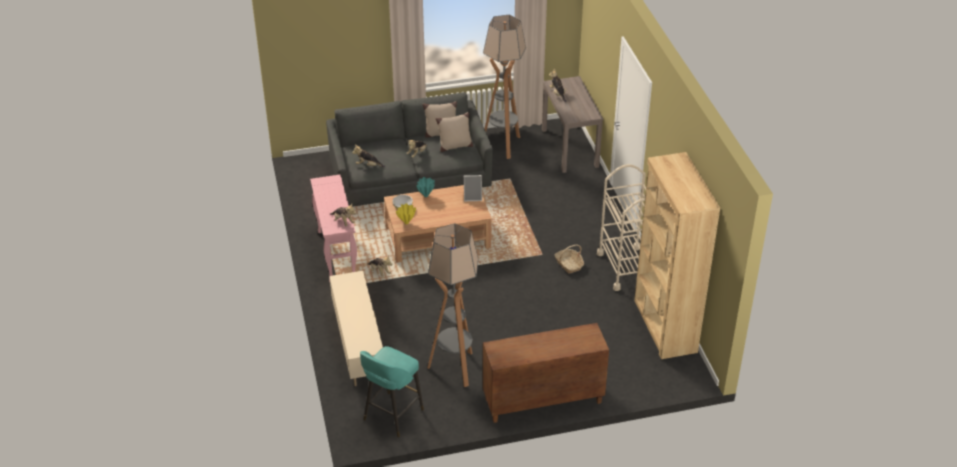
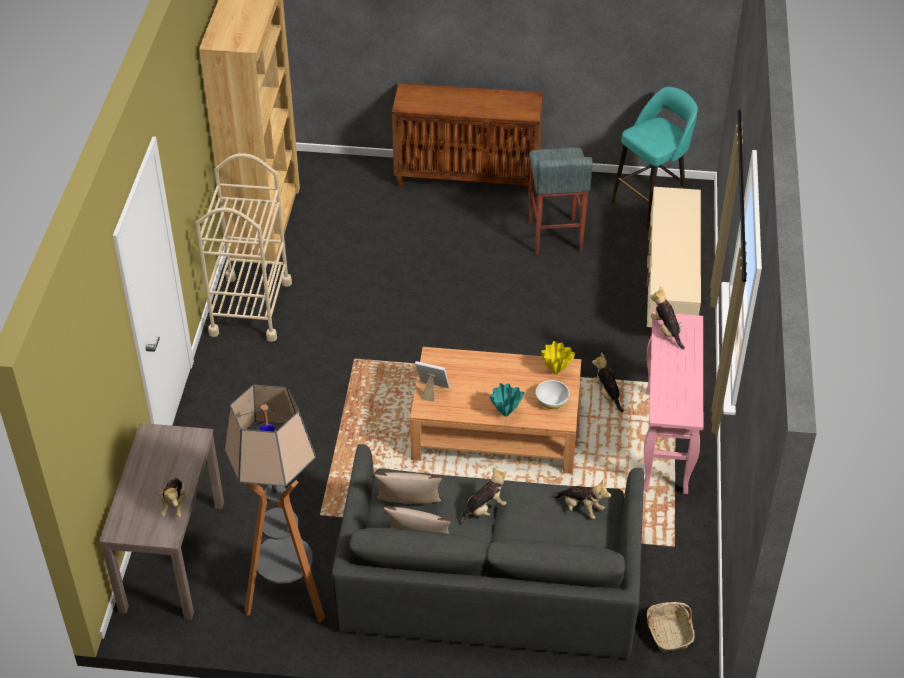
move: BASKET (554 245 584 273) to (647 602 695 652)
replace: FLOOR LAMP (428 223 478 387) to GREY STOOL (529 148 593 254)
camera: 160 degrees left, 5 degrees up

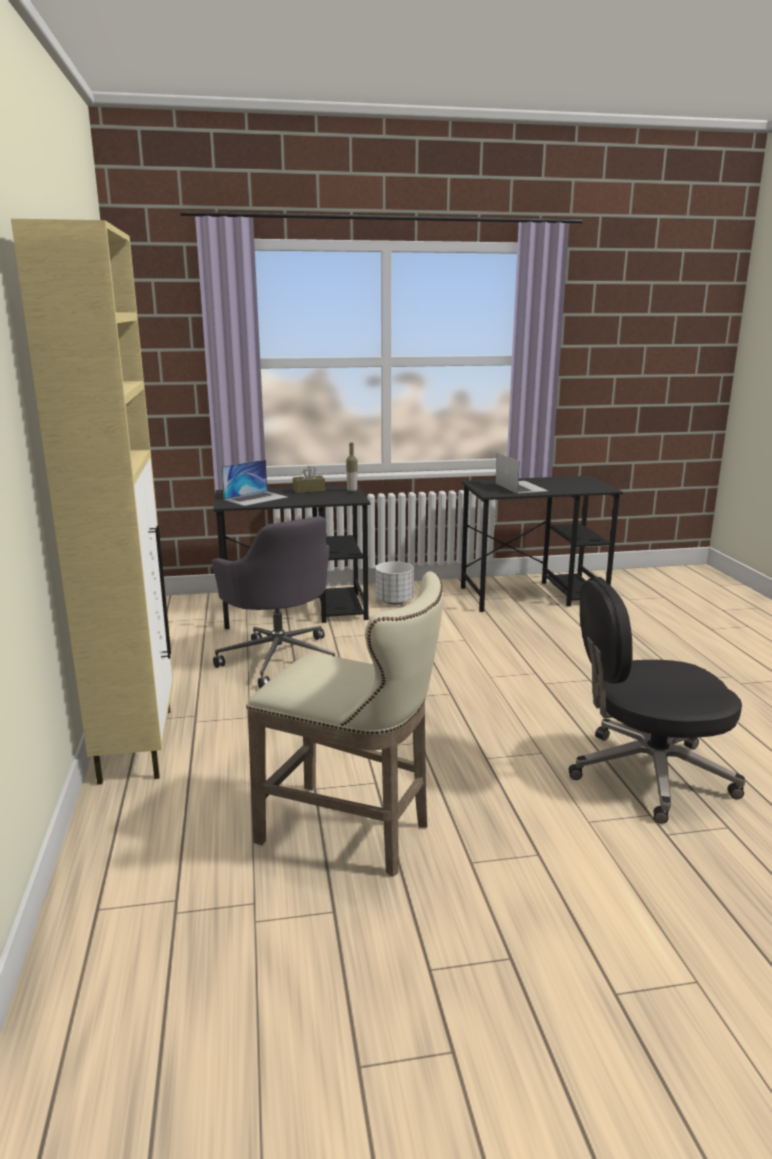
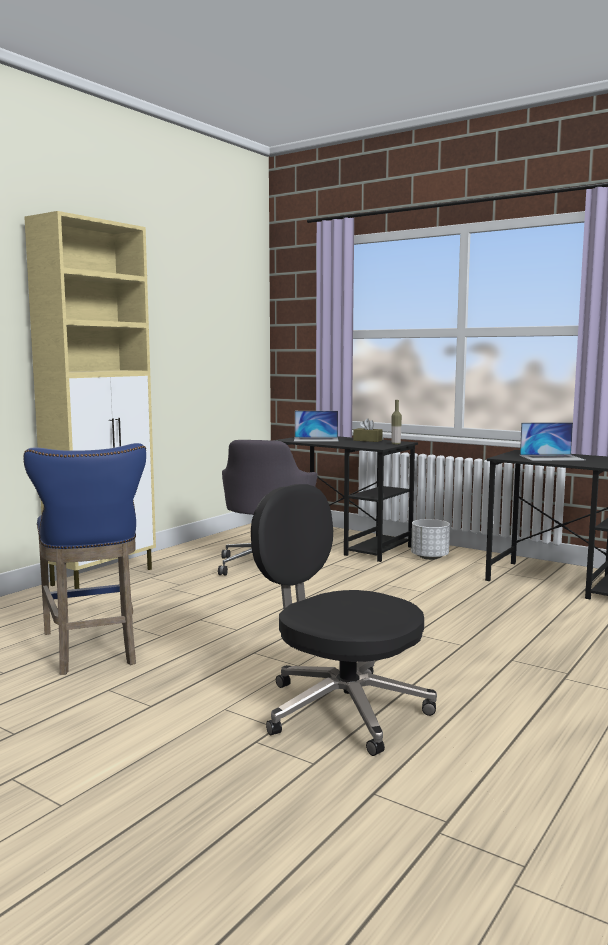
recolor: BEIGE STOOL (246 571 443 877) to BLUE STOOL (23 443 146 675)
rotate: LAPTOP (495 453 548 494) = (520 422 585 461) 60 degrees clockwise
camera: 45 degrees right, 10 degrees down

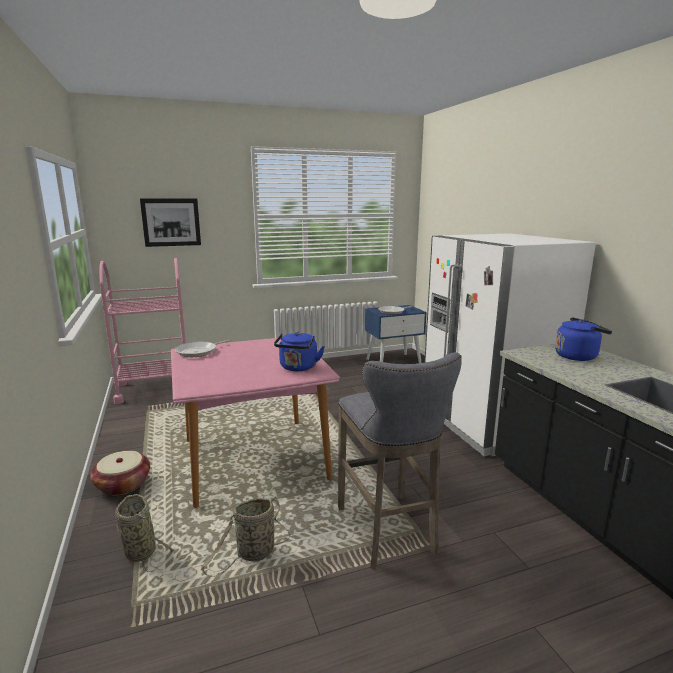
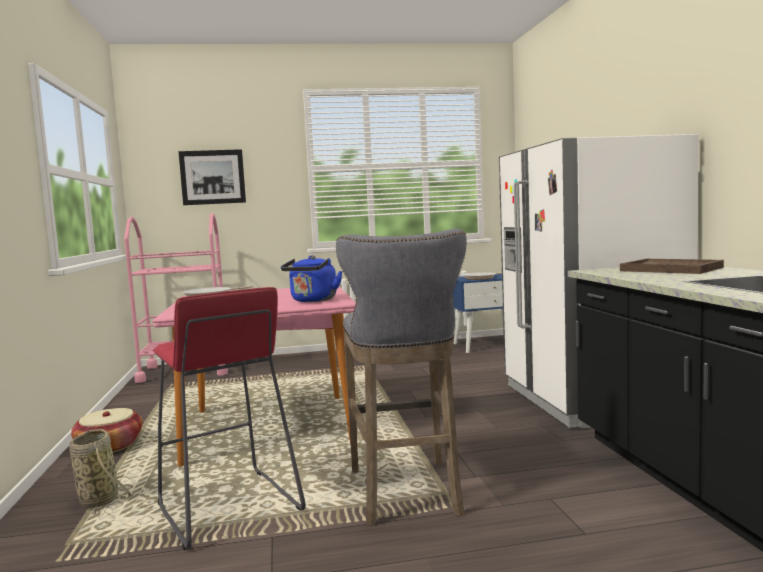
replace: BASKET (201 497 290 577) to RED STOOL (153 287 306 550); BLUE KETTLE (555 317 612 361) to BROWN TRAY (620 259 724 274)
camera: 10 degrees right, 10 degrees down

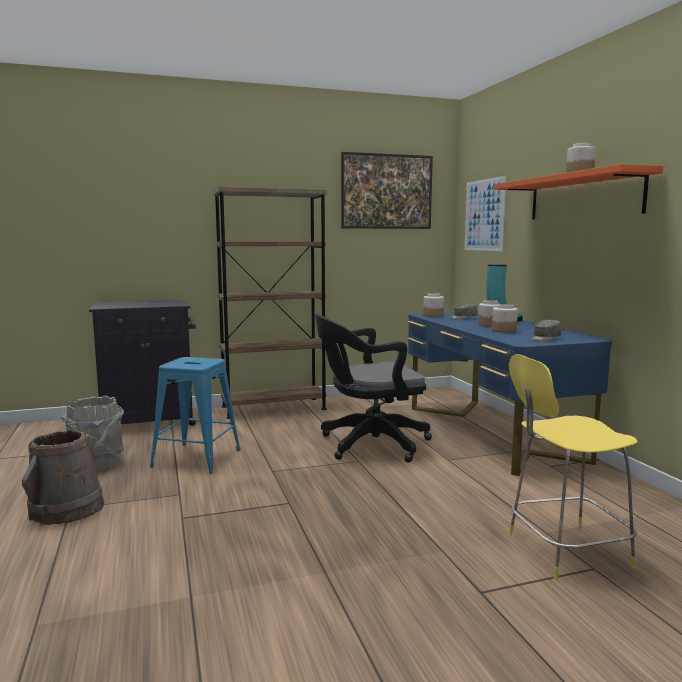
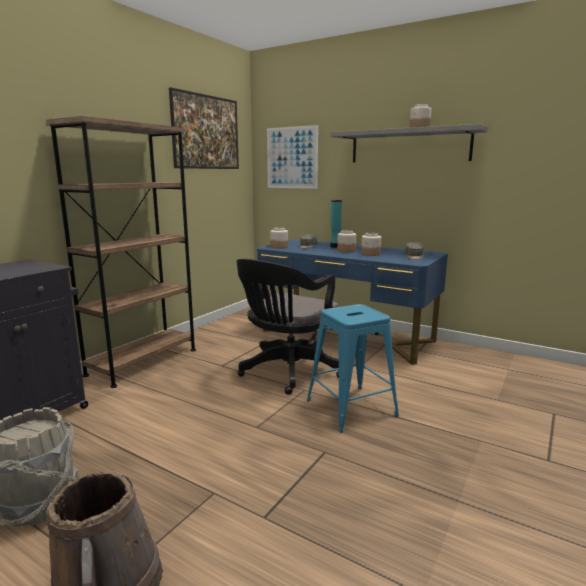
delete: YELLOW STOOL (509 354 638 580)
move: BLUE STOOL (150 357 240 474) to (307 304 399 433)
recolor: ORANGE SHELF (494 164 663 219) to GREY SHELF (331 124 488 163)
camera: 40 degrees left, 5 degrees up

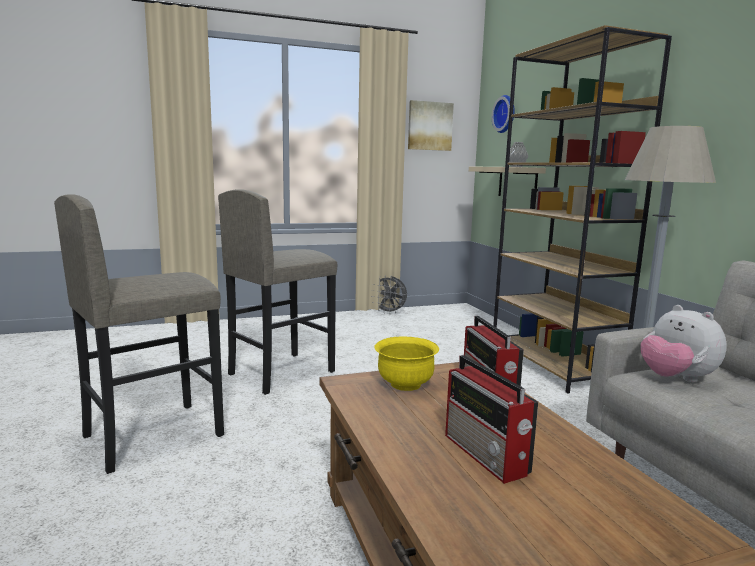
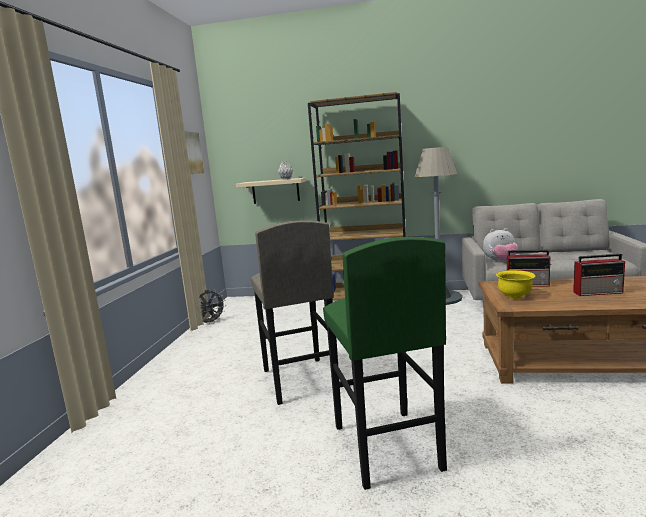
delete: WALL CLOCK (491 95 515 133)
recolor: GREY STOOL (54 194 224 474) to GREEN STOOL (323 237 447 490)
camera: 60 degrees left, 0 degrees up

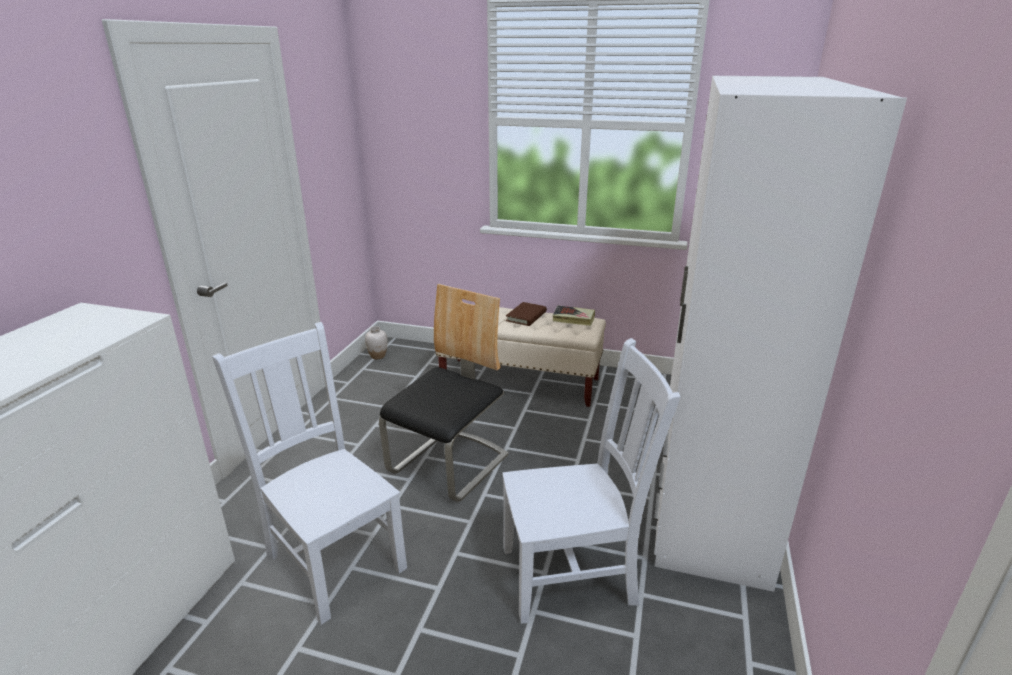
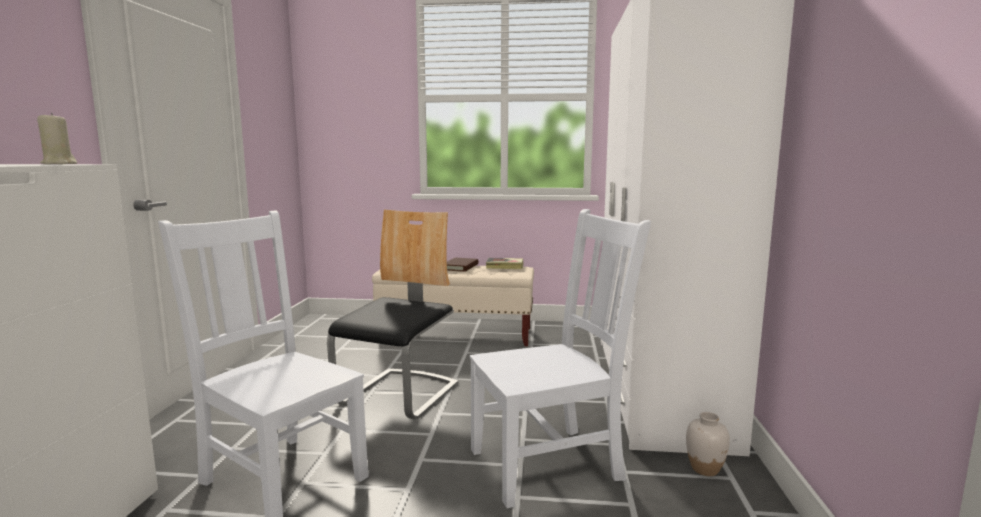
insert: BEIGE CANDLE (37 113 77 164)
move: WHITE VASE (365 326 388 359) to (686 412 730 476)
camera: 10 degrees left, 15 degrees down

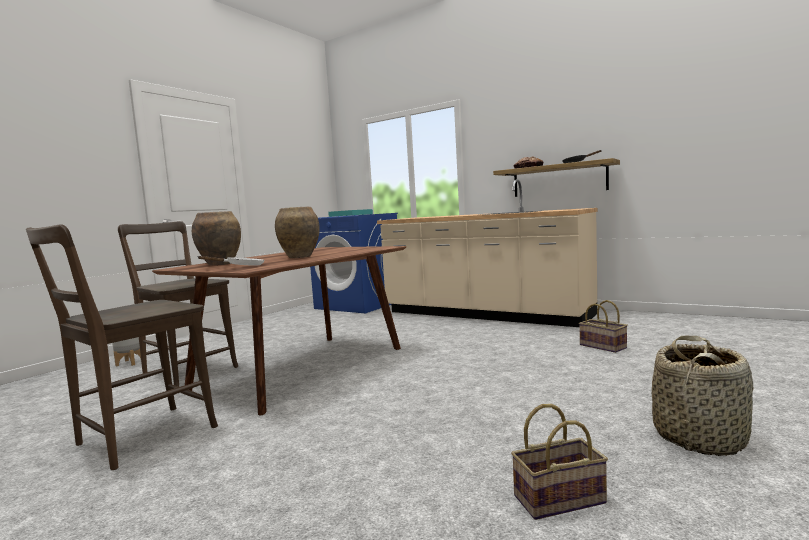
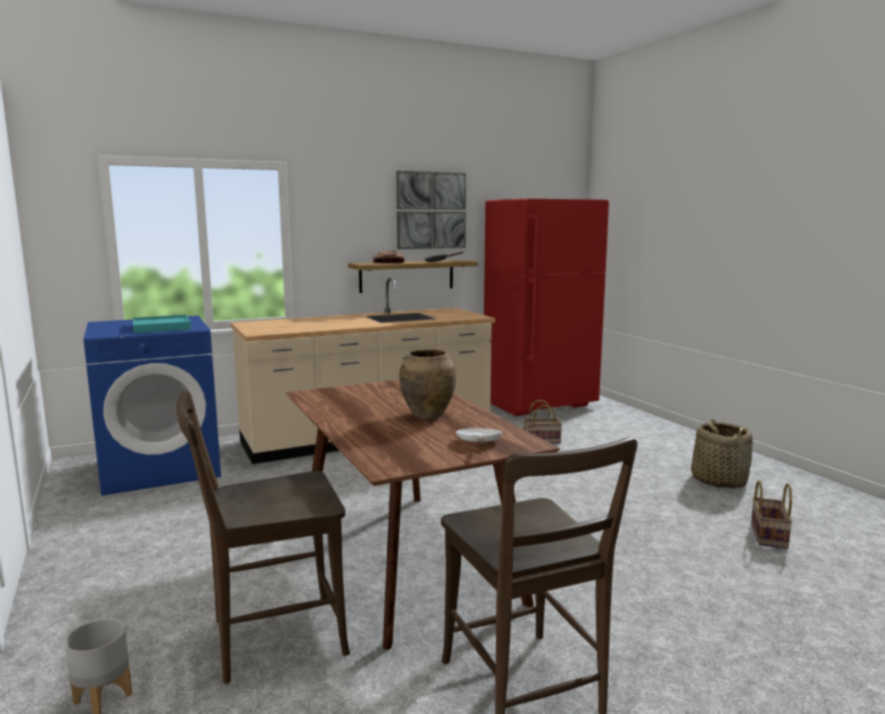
delete: BROWN VASE (192 211 241 265)
insert: PICTURE (396 171 466 249); RED FRIDGE (484 199 609 416)
camera: 60 degrees left, 5 degrees up

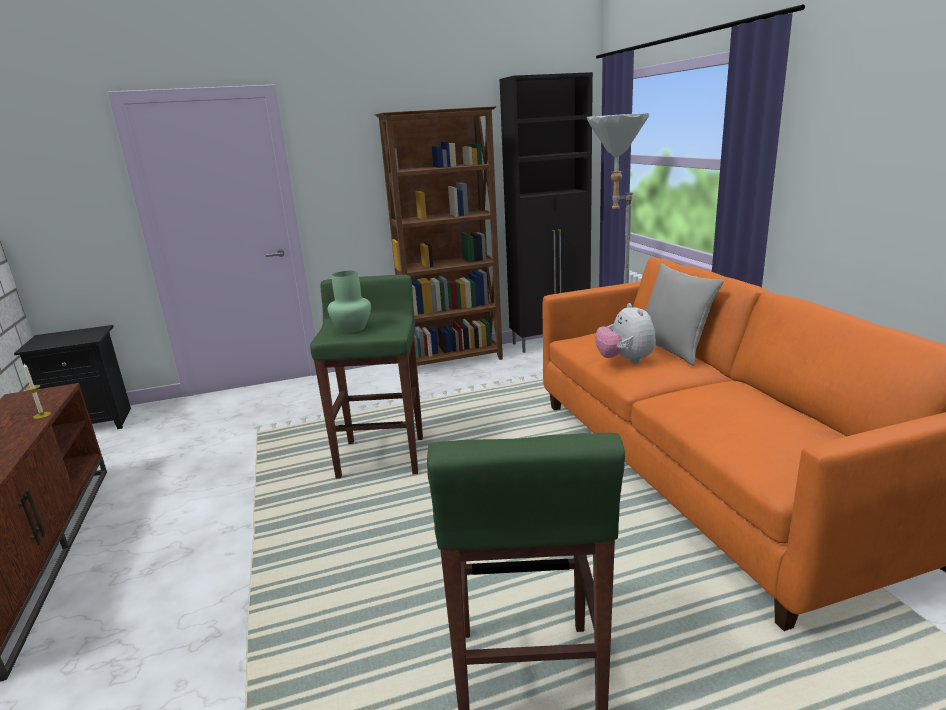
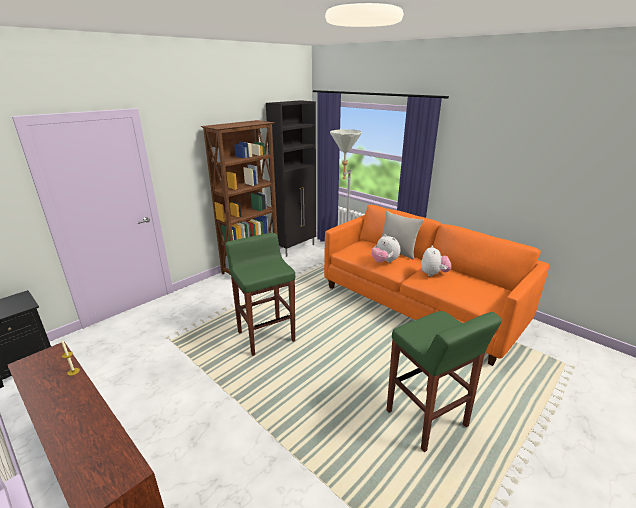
delete: GREEN VASE (328 271 371 333)
insert: PLUSH TOY (421 245 451 277)
camera: 30 degrees left, 5 degrees up

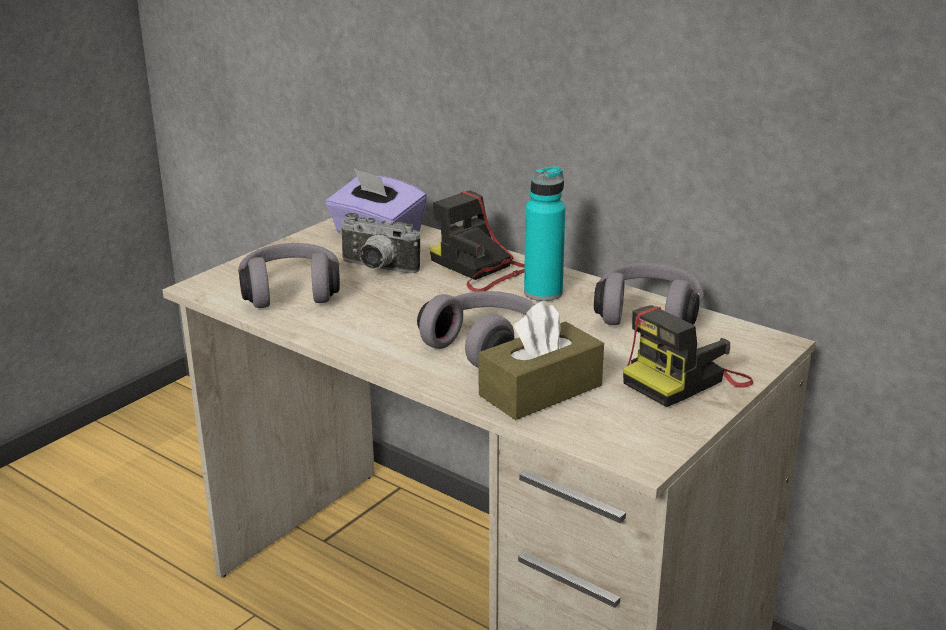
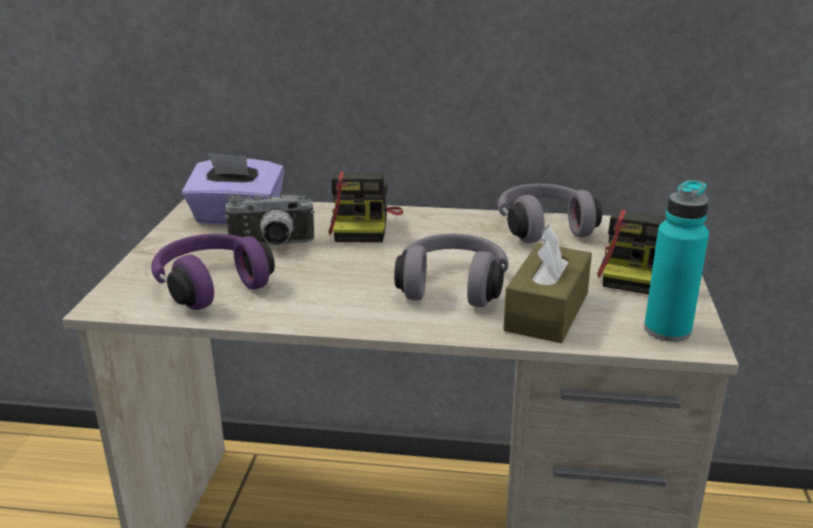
move: TURQUOISE BOTTLE (524 166 566 301) to (644 180 709 342)
recolor: GREY HEADPHONES (238 243 340 308) to PURPLE HEADPHONES (151 234 275 310)
rotate: PHOTO CAMERA (430 190 525 292) = (329 171 403 242) 105 degrees counterclockwise
camera: 30 degrees left, 0 degrees up

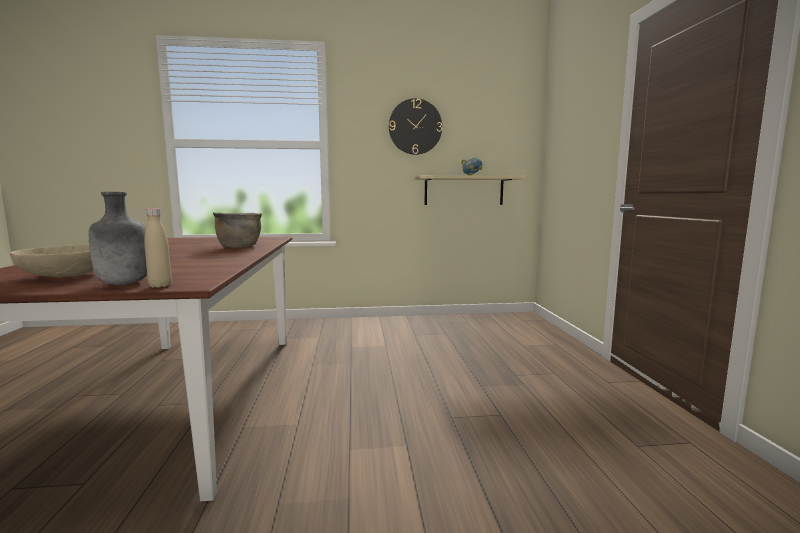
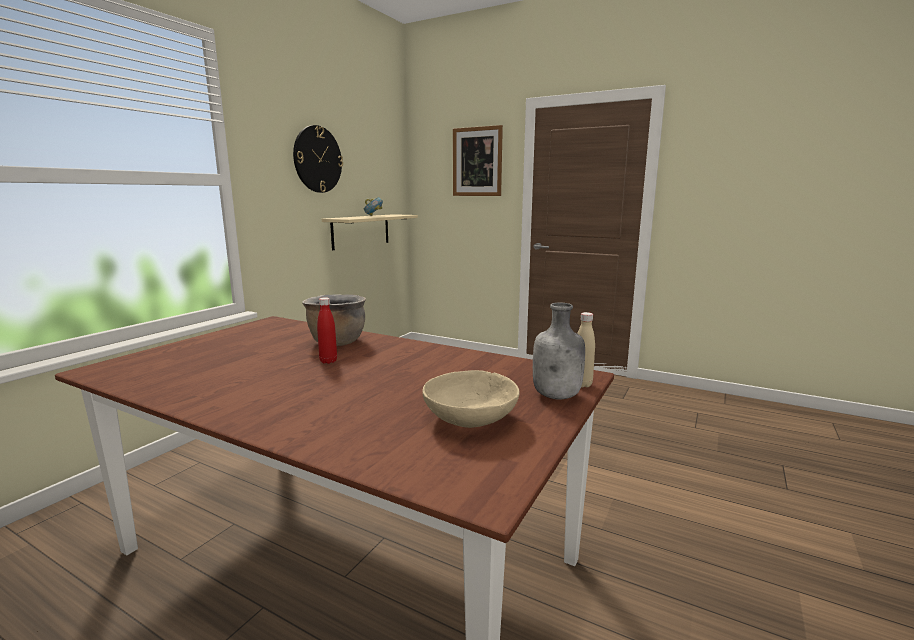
insert: RED BOTTLE (317 297 337 364); PICTURE (453 125 503 196)
camera: 55 degrees left, 5 degrees up

